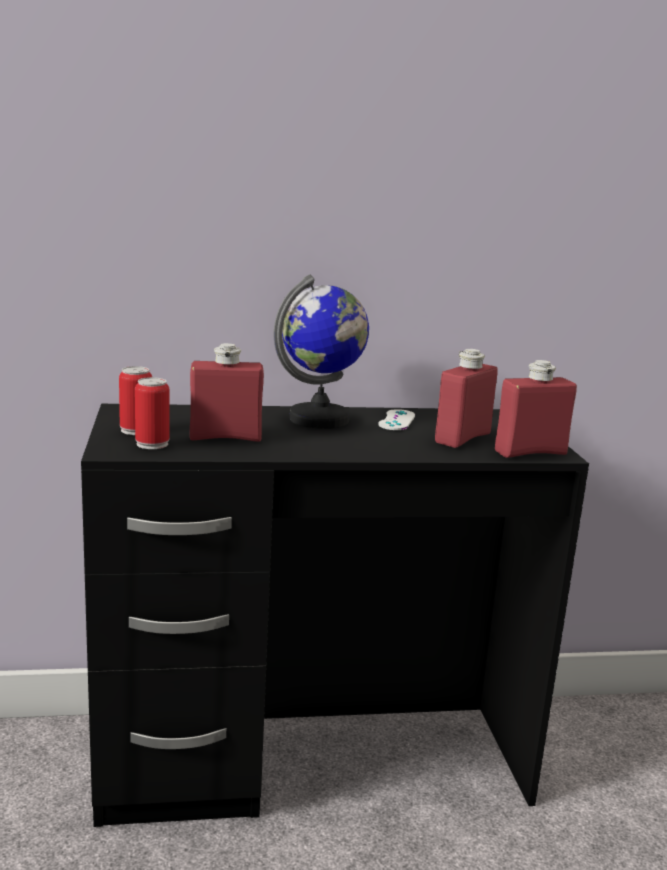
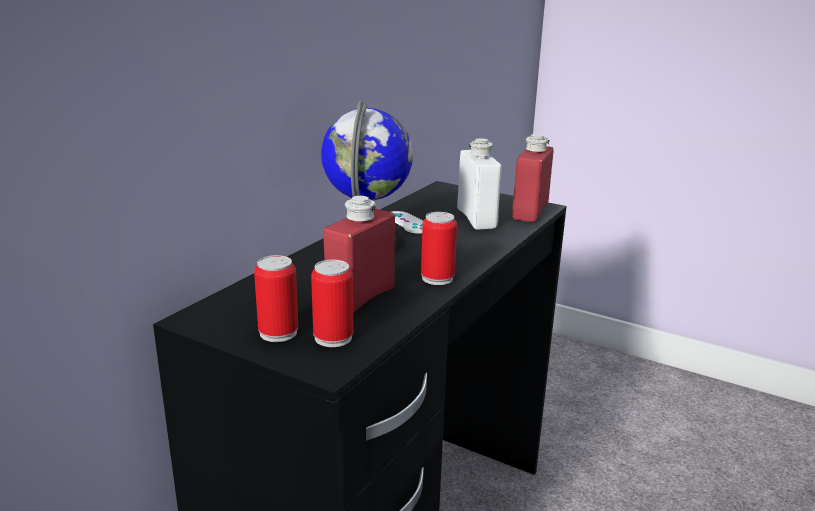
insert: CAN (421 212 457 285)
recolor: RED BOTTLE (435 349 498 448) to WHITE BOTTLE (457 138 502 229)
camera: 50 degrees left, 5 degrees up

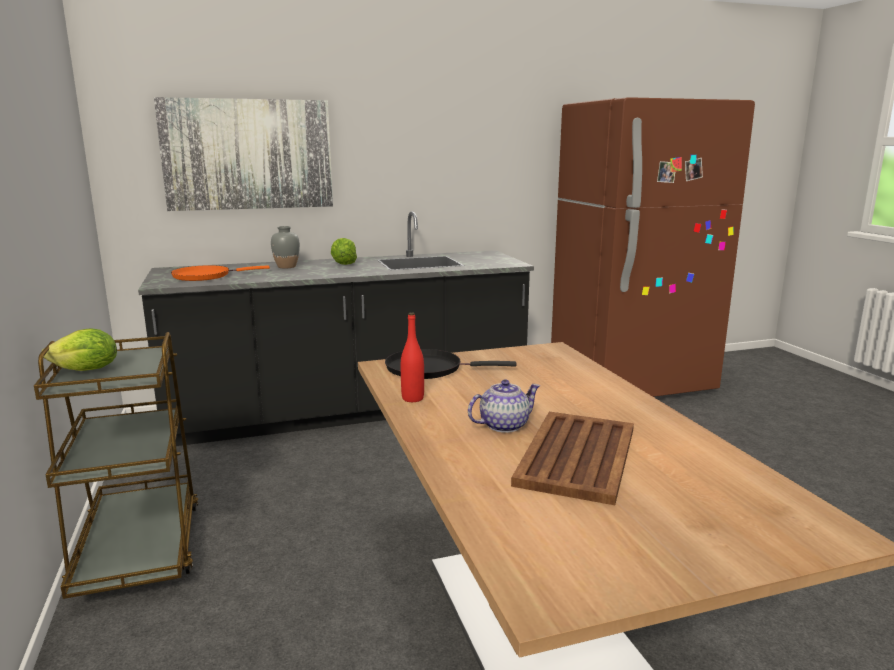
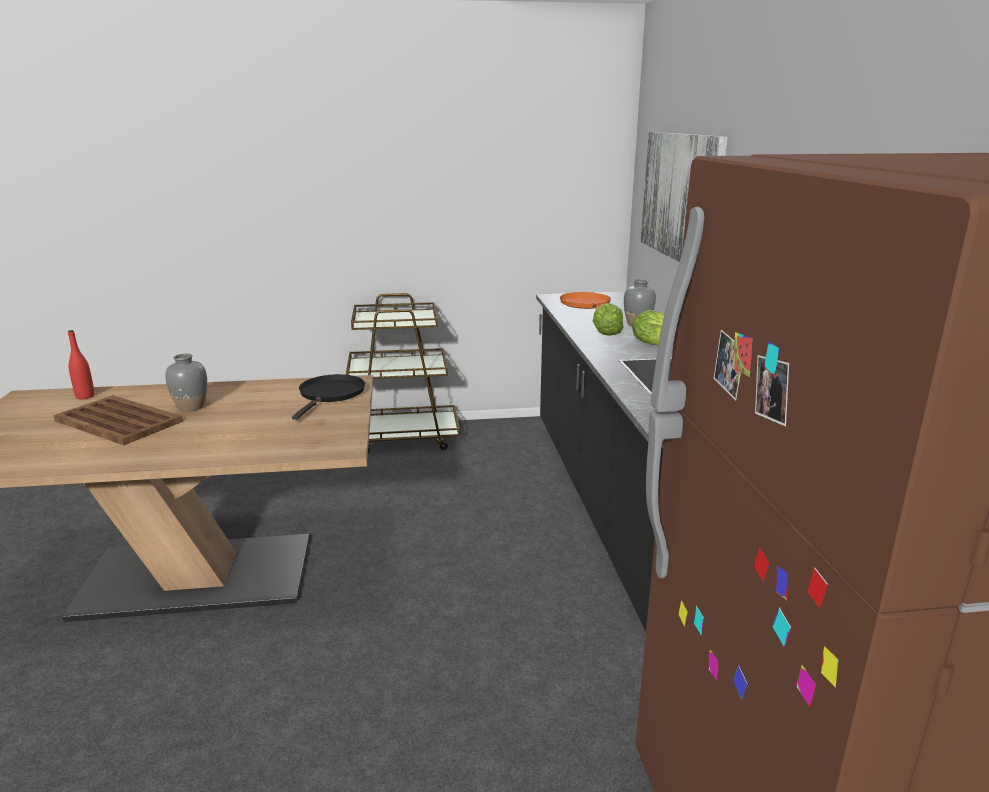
move: RED BOTTLE (401 312 424 402) to (68 330 94 399); LETTUCE (42 328 117 371) to (593 303 623 336)
replace: TEAPOT (468 379 540 433) to GREY VASE (165 354 207 412)
camera: 100 degrees right, 5 degrees up

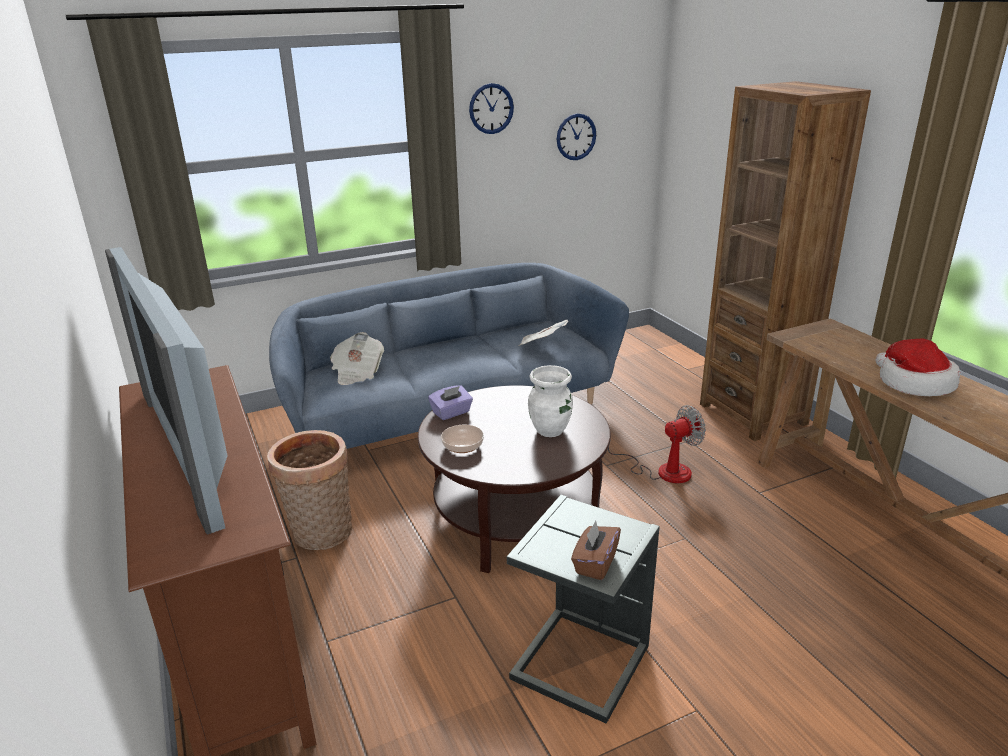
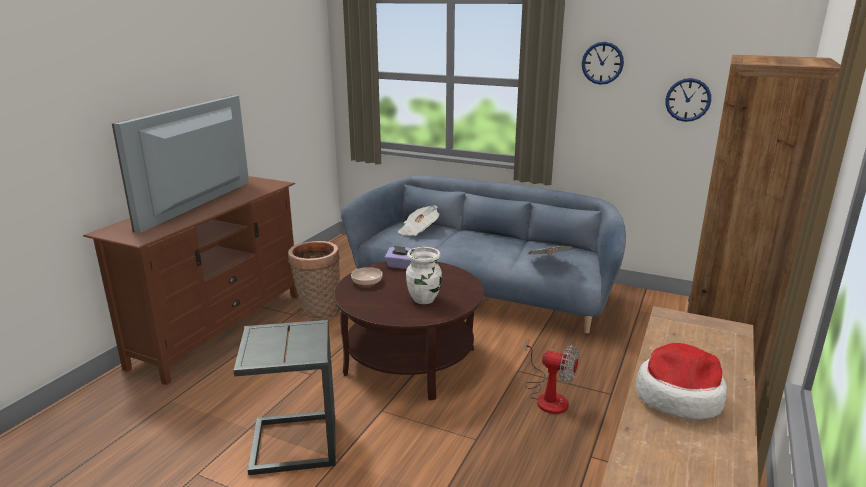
delete: BROWN TISSUE BOX (571 521 621 580)
camera: 50 degrees right, 5 degrees down

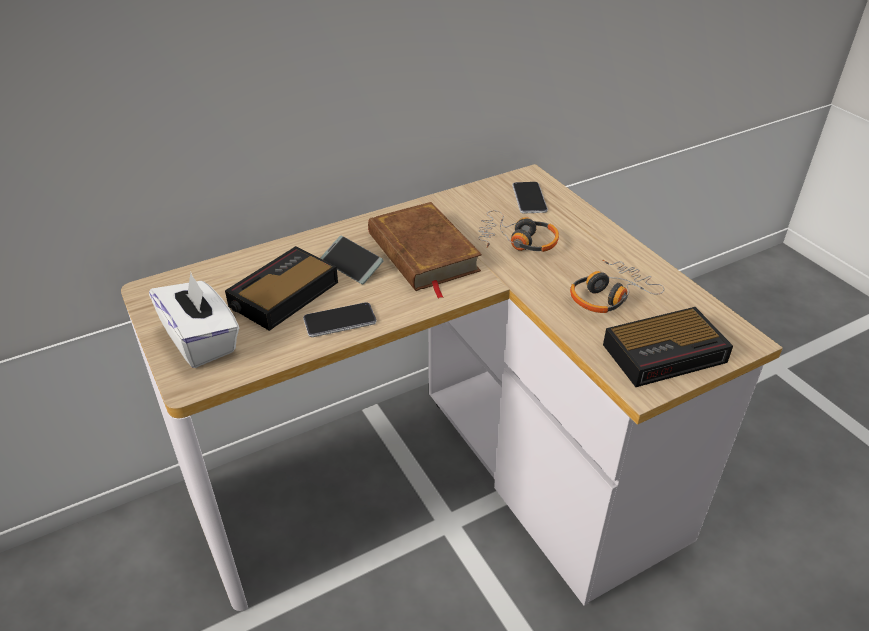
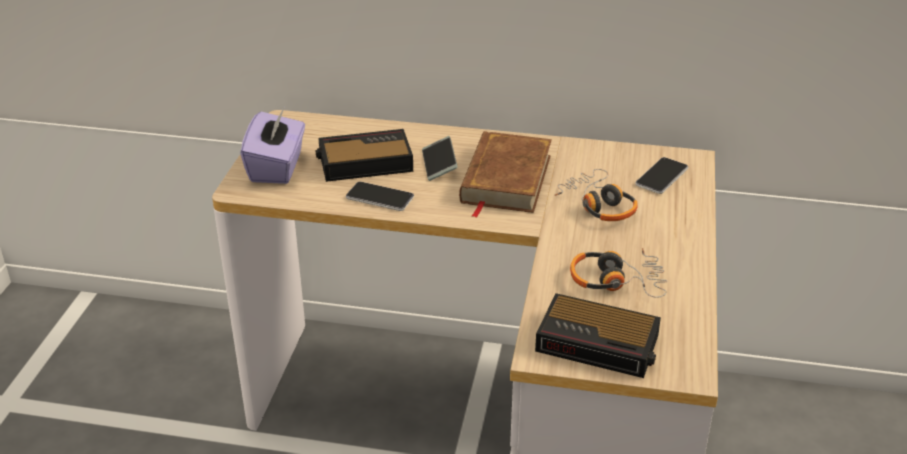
recolor: WHITE TISSUE BOX (149 272 239 368) to PURPLE TISSUE BOX (240 108 305 184)
camera: 40 degrees right, 5 degrees down

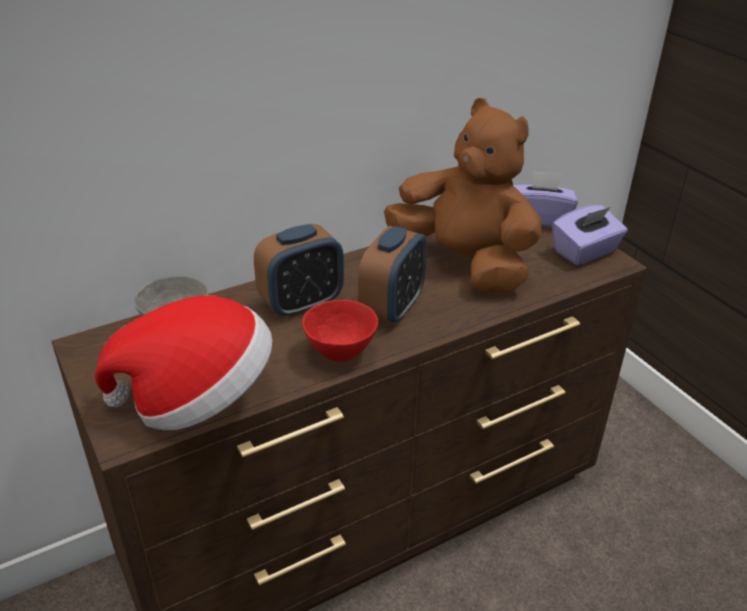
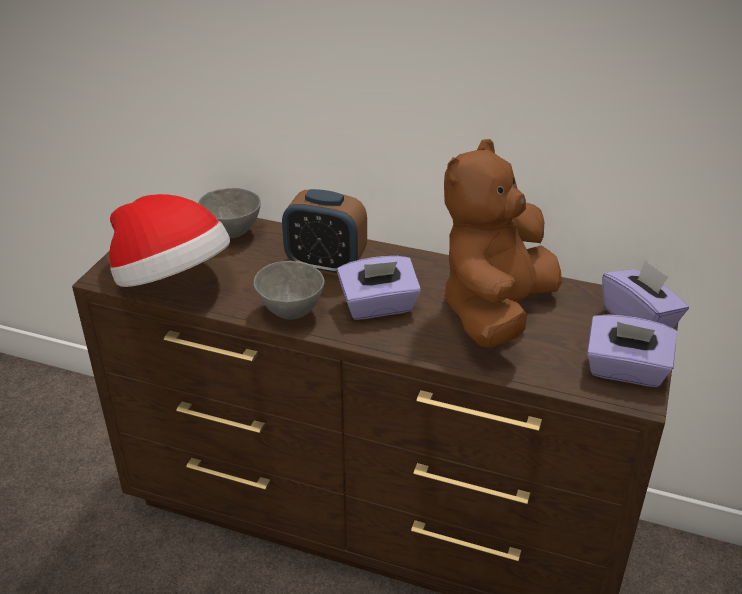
replace: ALARM CLOCK (358 226 427 324) to PURPLE TISSUE BOX (337 256 421 320)
recolor: RED BOWL (302 300 378 362) to GREY BOWL (254 261 325 320)
rotate: BROWN PLUSH TOY (384 98 541 293) = (444 139 562 348) 150 degrees counterclockwise
camera: 50 degrees right, 0 degrees up

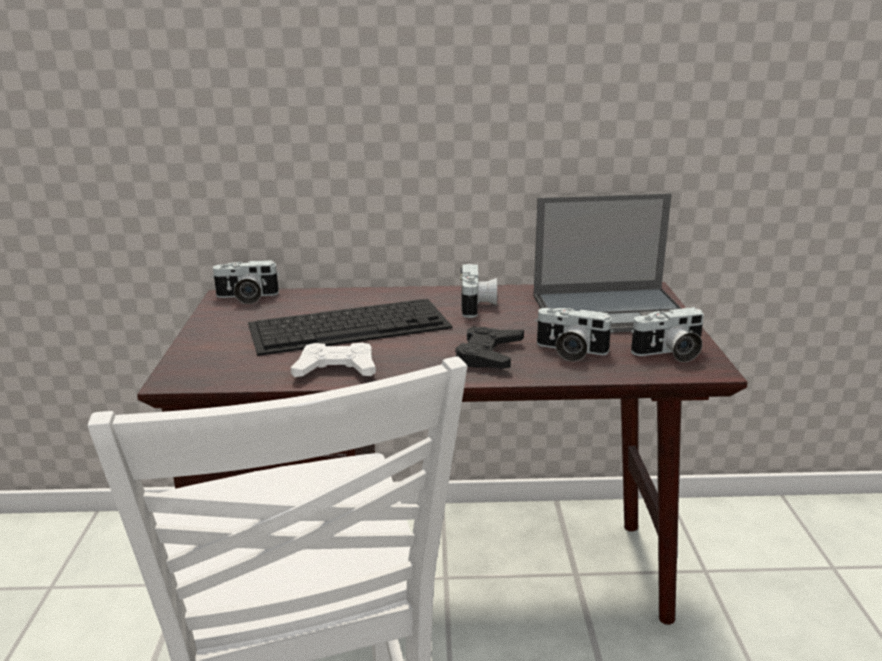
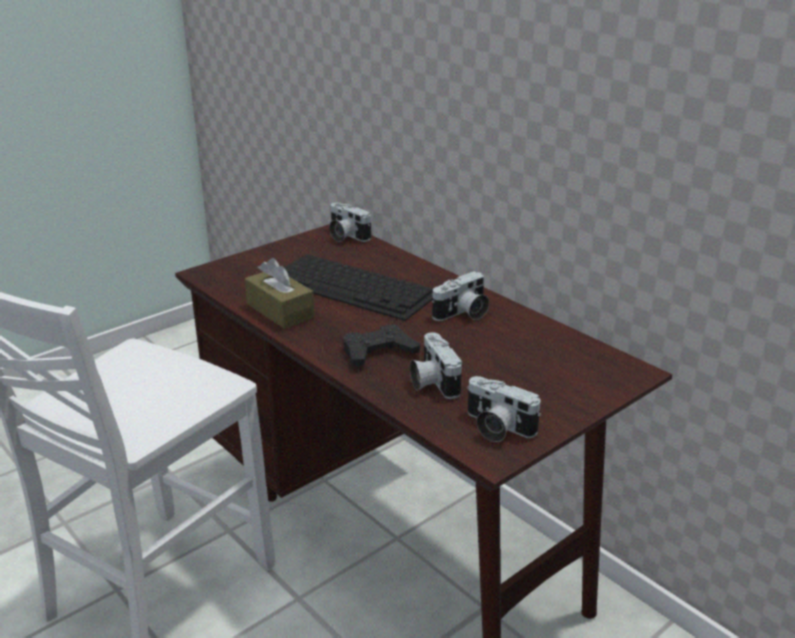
delete: LAPTOP (533 193 682 333)
replace: WHITE GAME CONTROLLER (291 343 376 377) to BROWN TISSUE BOX (245 258 315 329)
camera: 50 degrees right, 5 degrees up

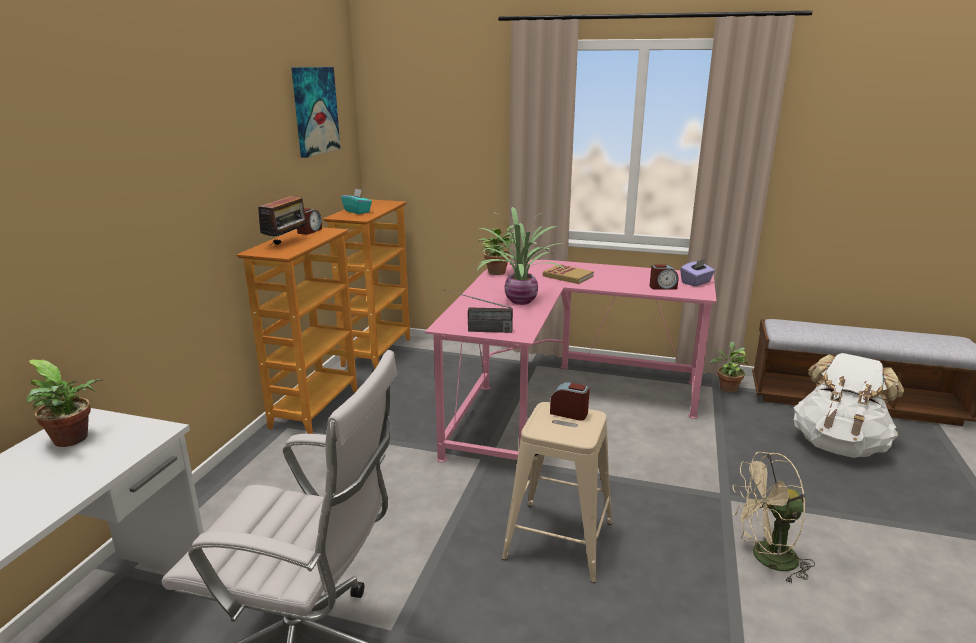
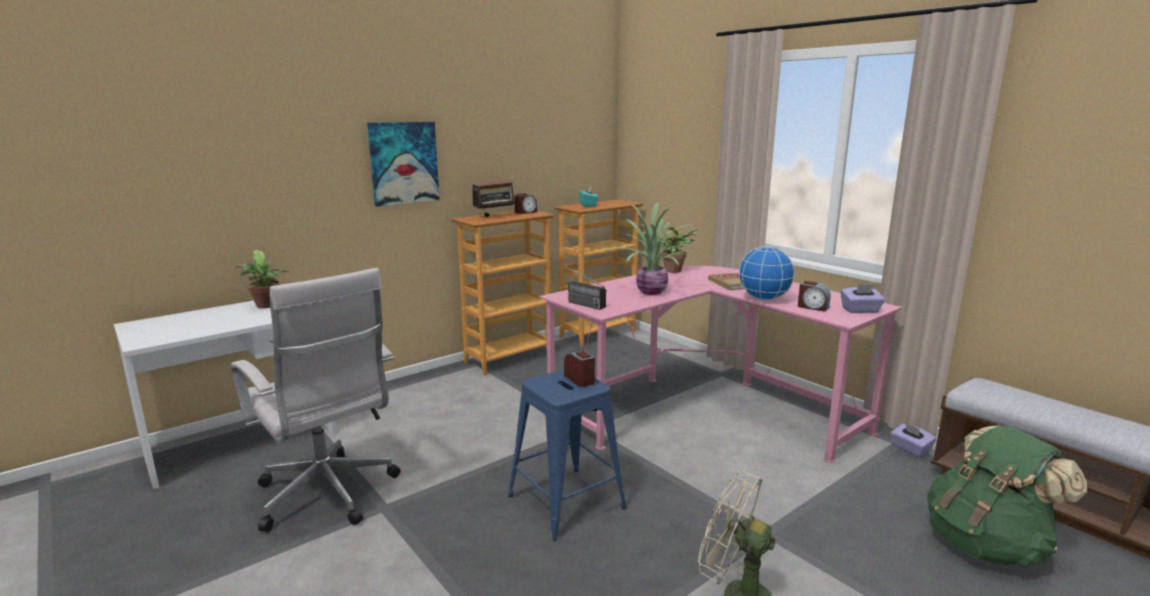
insert: GLOBE (738 246 795 300)
move: PICTURE (291 67 340 158) to (367 122 440 207)
replace: POTTED PLANT (710 341 748 393) to PURPLE TISSUE BOX (891 423 936 457)
recolor: BEIGE STOOL (502 402 612 583) to BLUE STOOL (508 369 626 541); WHITE BACKPACK (793 353 904 458) to GREEN BACKPACK (927 425 1087 567)
camera: 35 degrees right, 5 degrees down

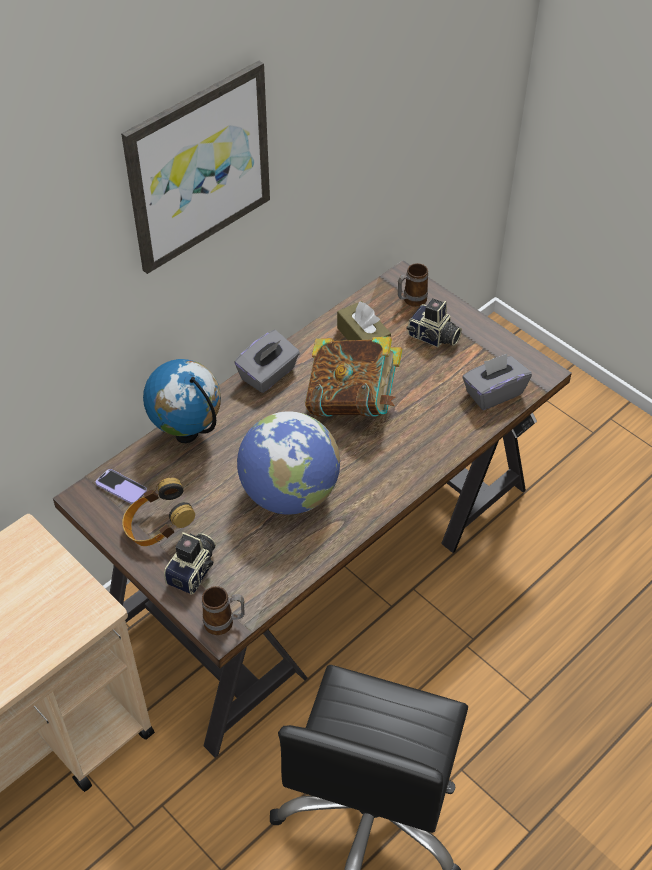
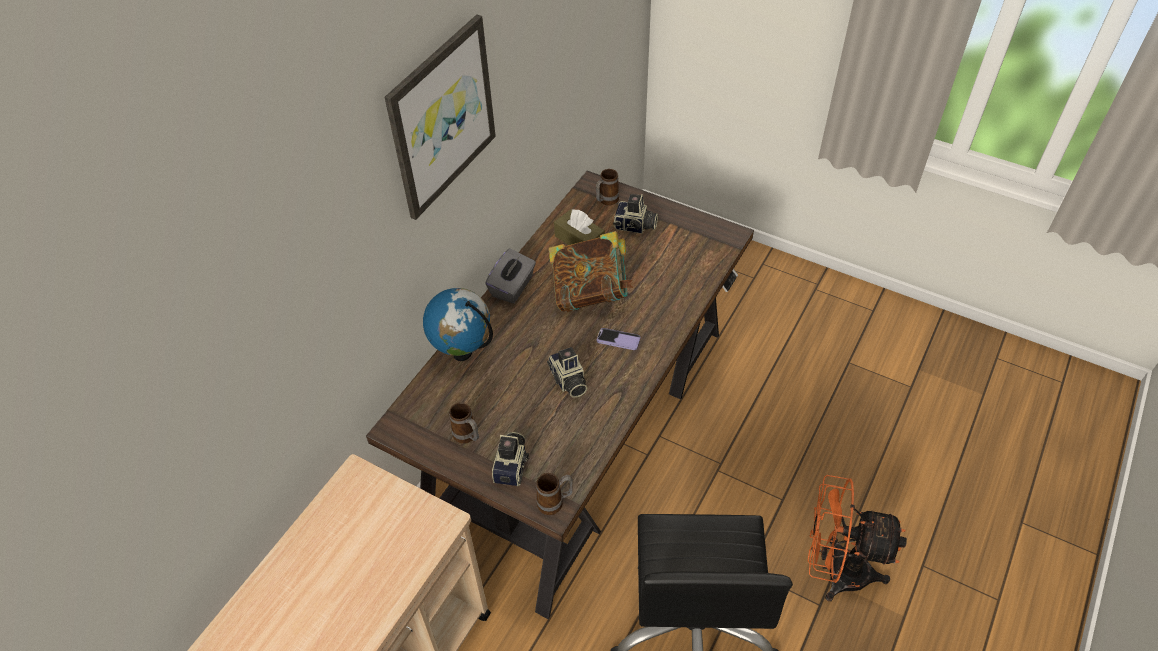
delete: GREY TISSUE BOX (462 354 532 410)
insert: ORANGE FAN (808 475 907 601)
move: PHONE (96 469 147 504) to (597 328 640 350)
replace: HEADPHONES (122 478 195 546) to MUG (449 402 479 444); GLOBE (237 411 340 515) to PHOTO CAMERA (547 347 587 398)
camera: 15 degrees left, 0 degrees up

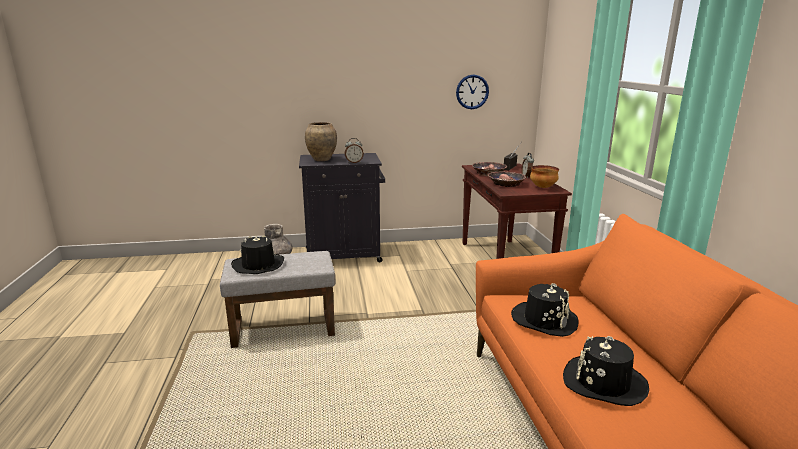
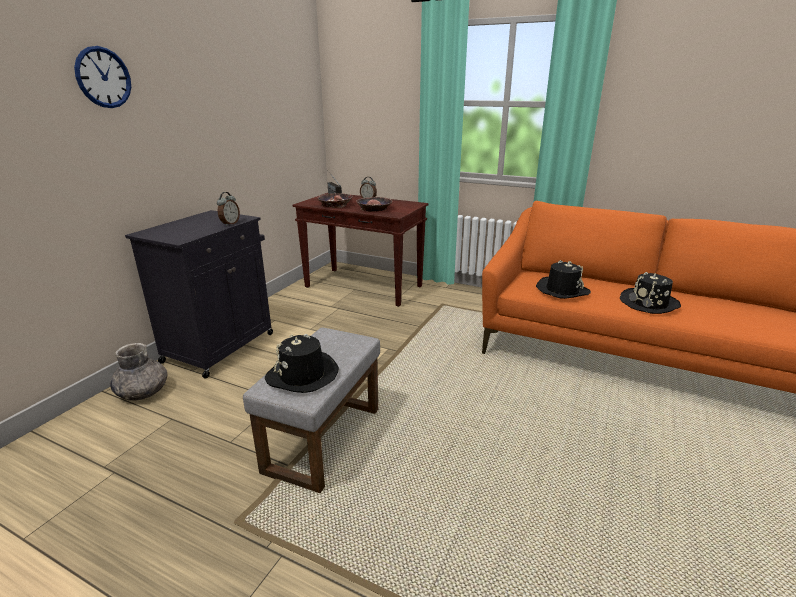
delete: BROWN VASE (305 122 337 161); BOWL (530 165 559 188)
move: WALL CLOCK (456 74 489 109) to (74 46 131 108)
camera: 55 degrees left, 5 degrees up

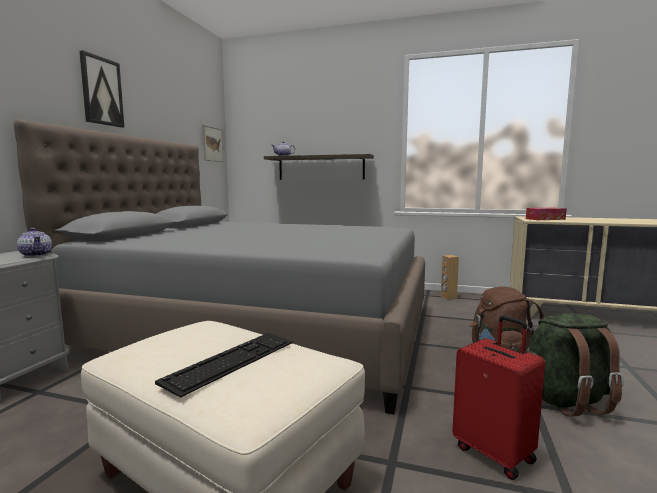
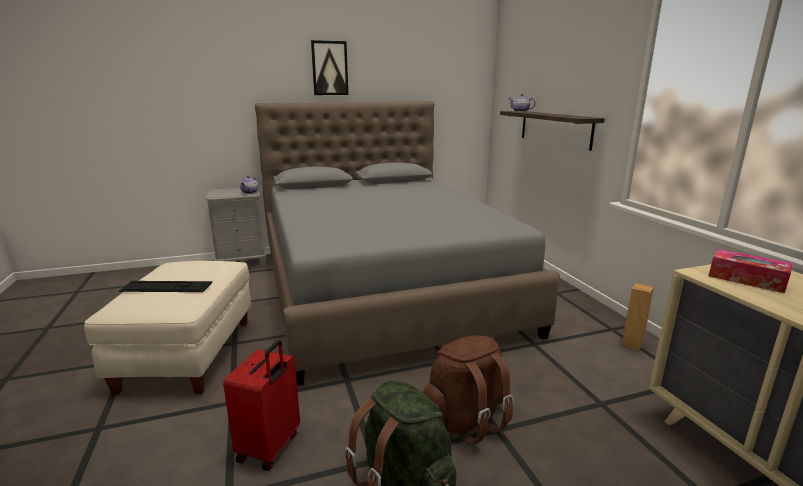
delete: PICTURE (202 125 224 162)
camera: 55 degrees right, 10 degrees up

